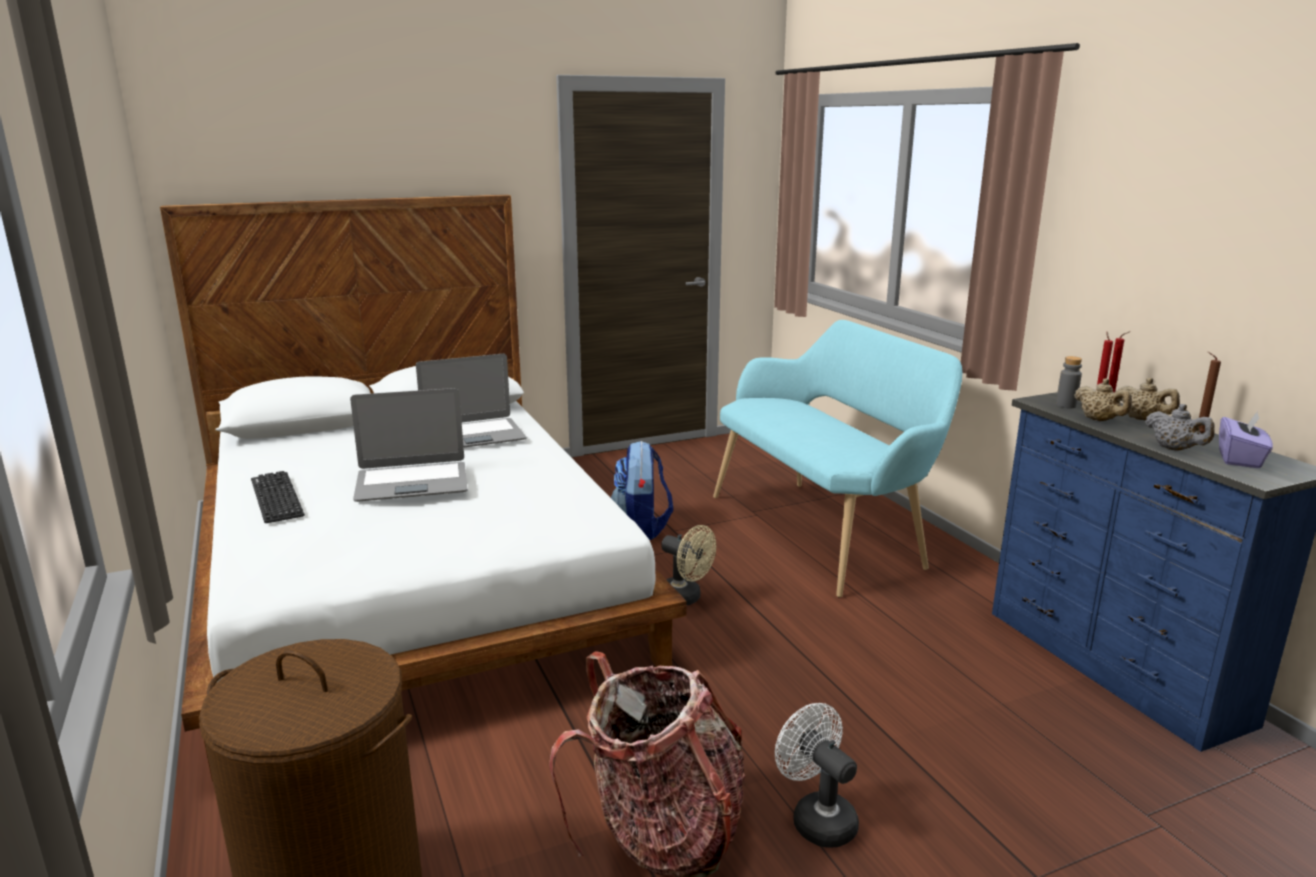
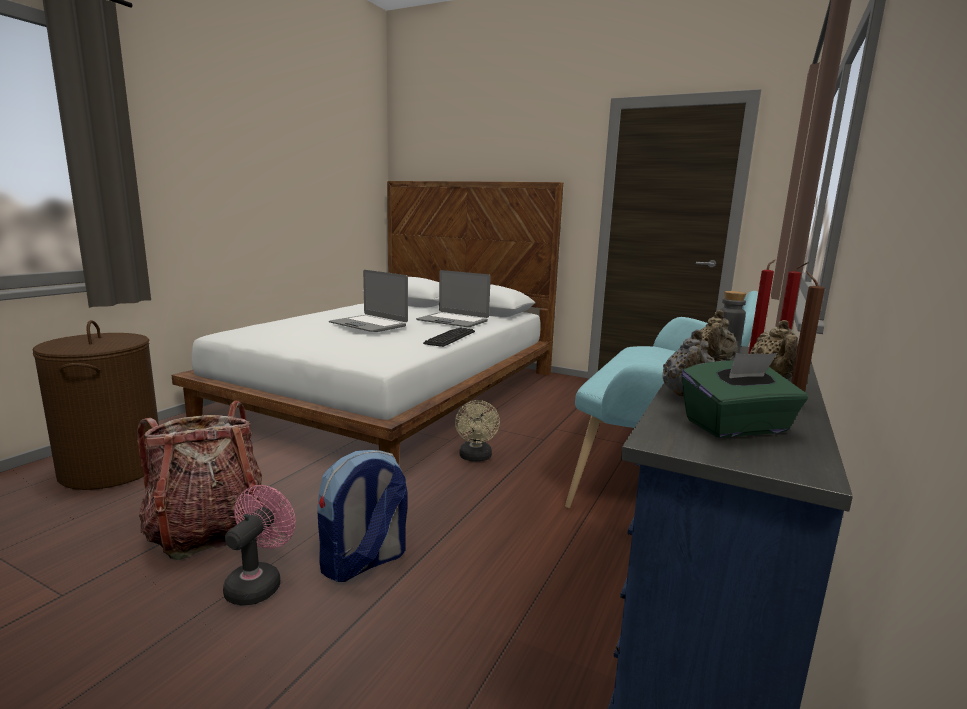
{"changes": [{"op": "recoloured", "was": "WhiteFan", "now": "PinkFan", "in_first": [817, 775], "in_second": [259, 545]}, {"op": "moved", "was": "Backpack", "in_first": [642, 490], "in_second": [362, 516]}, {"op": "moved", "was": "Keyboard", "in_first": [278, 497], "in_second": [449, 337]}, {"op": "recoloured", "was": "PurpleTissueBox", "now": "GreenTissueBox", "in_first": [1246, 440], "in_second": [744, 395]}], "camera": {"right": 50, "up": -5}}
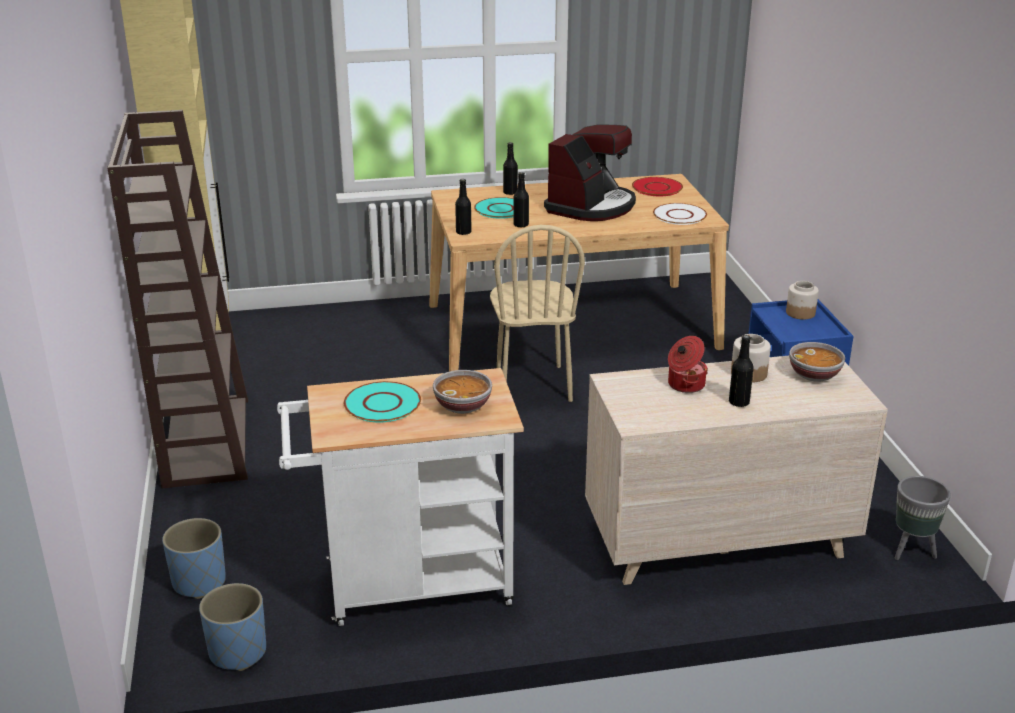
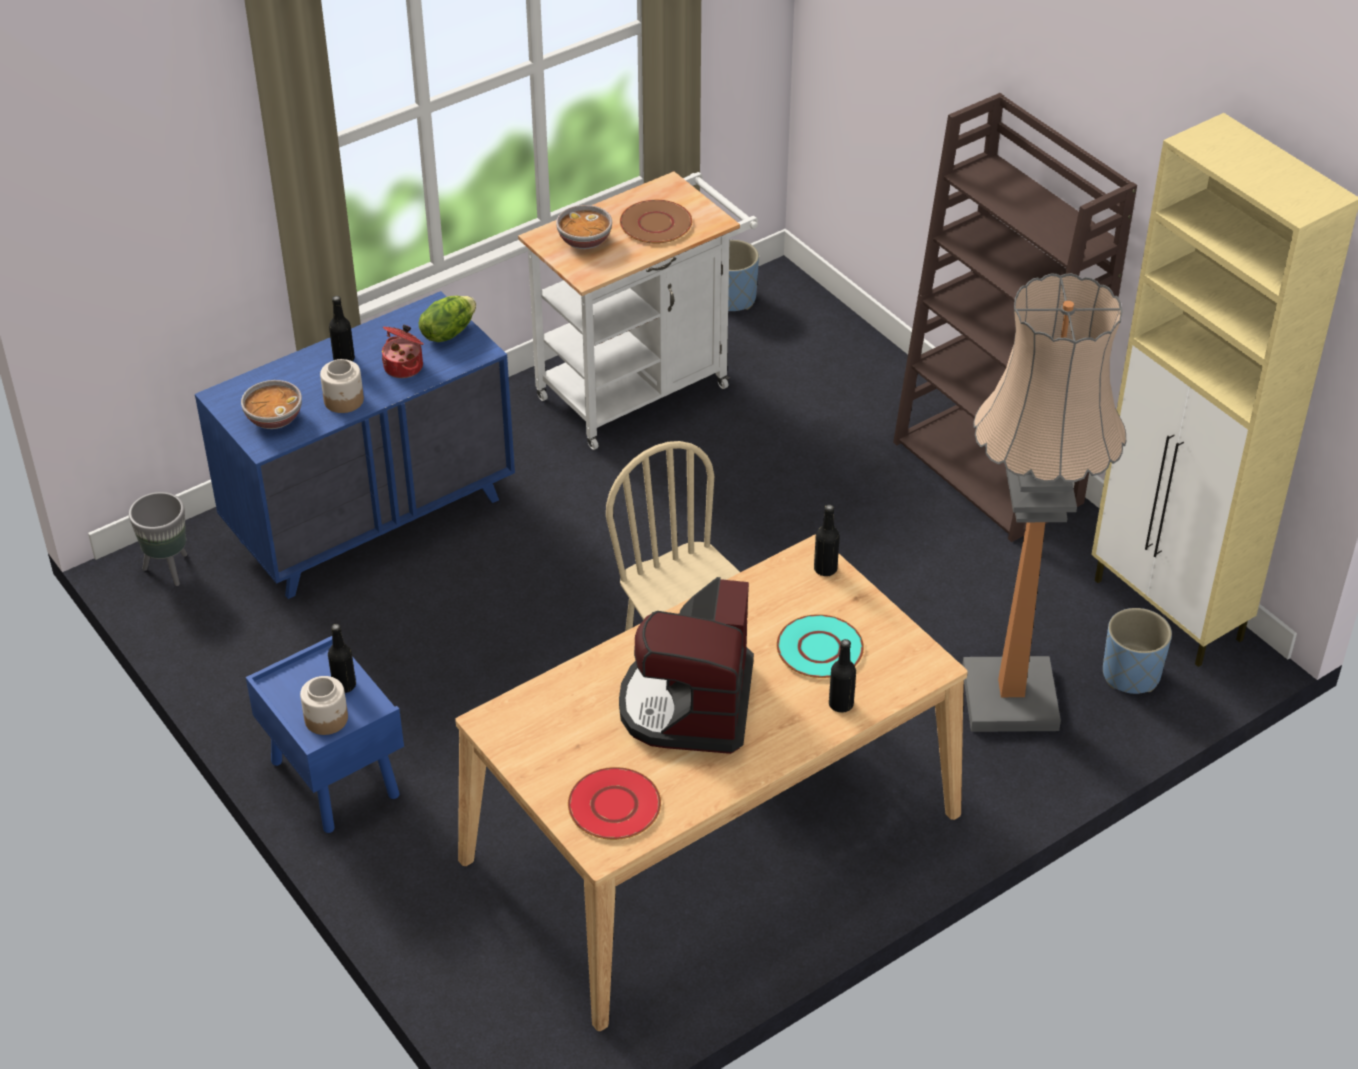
{"changes": [{"op": "recoloured", "was": "BeigeDresser", "now": "BlueDresser", "in_first": [736, 470], "in_second": [355, 445]}, {"op": "moved", "was": "BlackBottle", "in_first": [521, 199], "in_second": [342, 658]}, {"op": "added", "now": "Lettuce", "in_second": [447, 319]}, {"op": "recoloured", "was": "TurquoisePlate", "now": "BrownPlate", "in_first": [382, 401], "in_second": [656, 222]}, {"op": "added", "now": "FloorLamp", "in_second": [1044, 502]}, {"op": "moved", "was": "BluePlanter", "in_first": [194, 558], "in_second": [1137, 651]}, {"op": "removed", "was": "WhitePlate", "in_first": [680, 214]}], "camera": {"right": 155, "up": 15}}
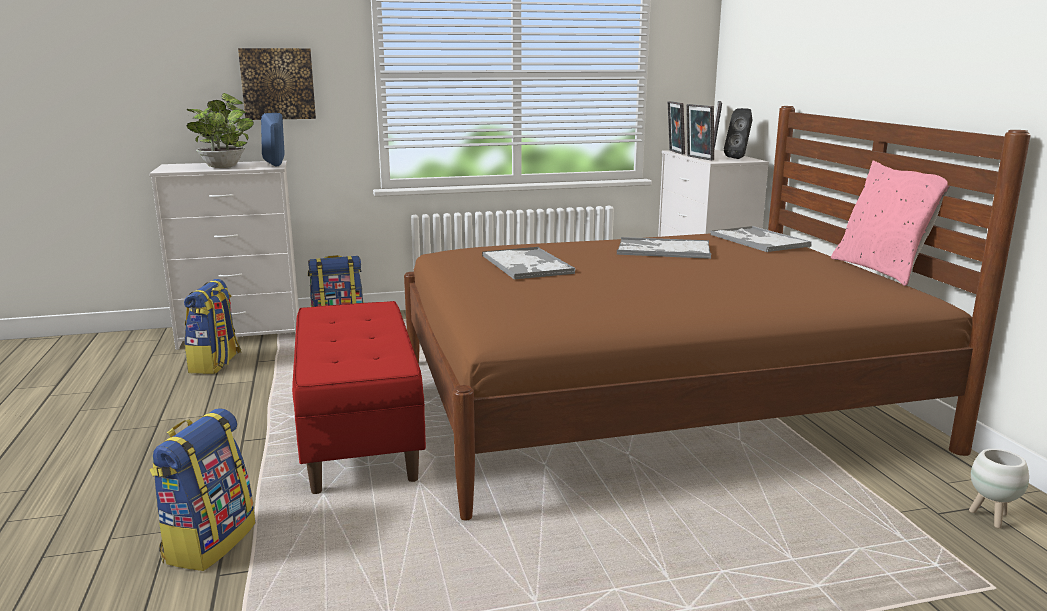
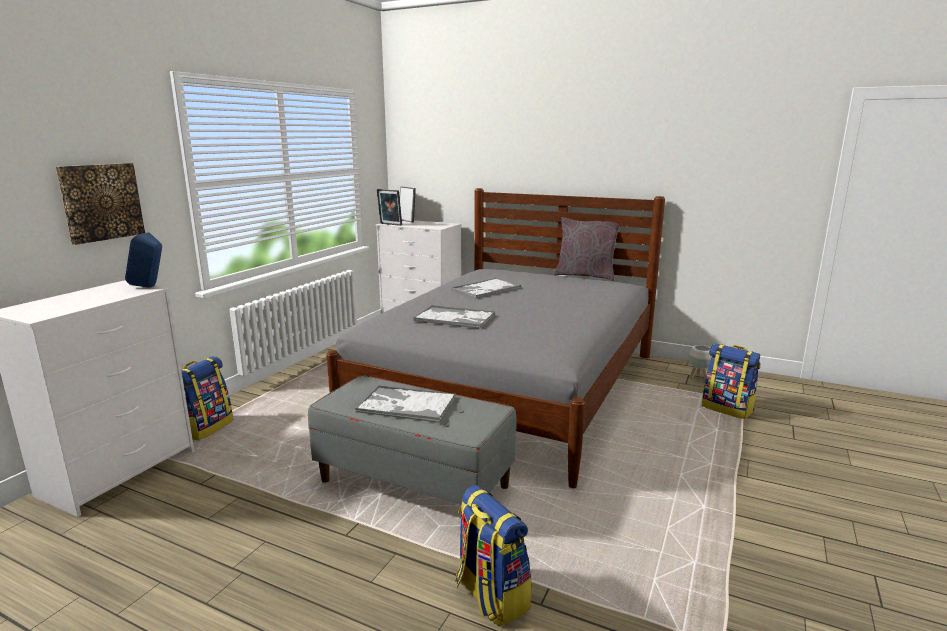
{"changes": [{"op": "recoloured", "was": "RedBench", "now": "GreyBench", "in_first": [359, 397], "in_second": [412, 439]}, {"op": "recoloured", "was": "BrownBed", "now": "GreyBed", "in_first": [717, 313], "in_second": [495, 338]}, {"op": "moved", "was": "Tray", "in_first": [761, 239], "in_second": [405, 404]}, {"op": "recoloured", "was": "PinkPillow", "now": "GreyPillow", "in_first": [891, 223], "in_second": [587, 249]}, {"op": "moved", "was": "Backpack", "in_first": [213, 326], "in_second": [731, 381]}, {"op": "removed", "was": "PottedPlant", "in_first": [220, 130]}, {"op": "removed", "was": "PictureFrame", "in_first": [700, 132]}, {"op": "removed", "was": "BlackSpeaker", "in_first": [738, 133]}], "camera": {"right": -50, "up": 0}}
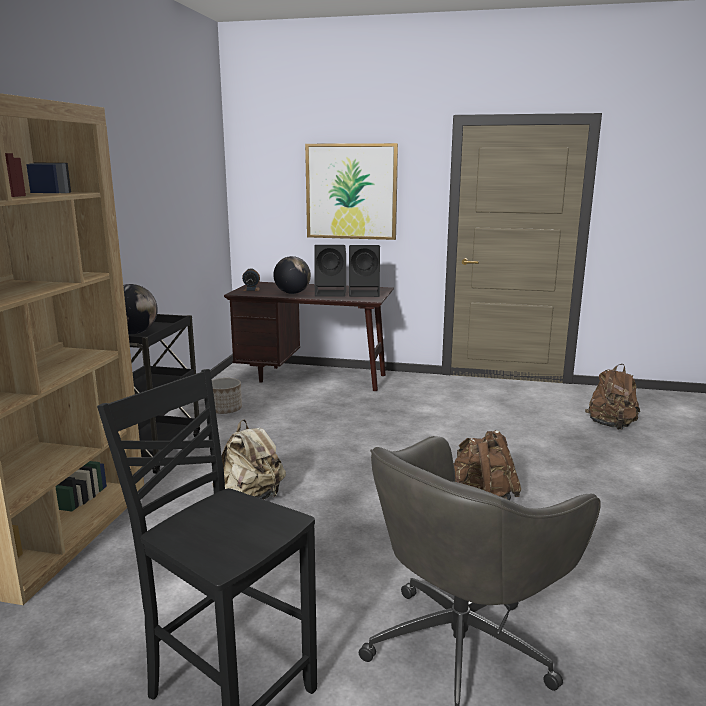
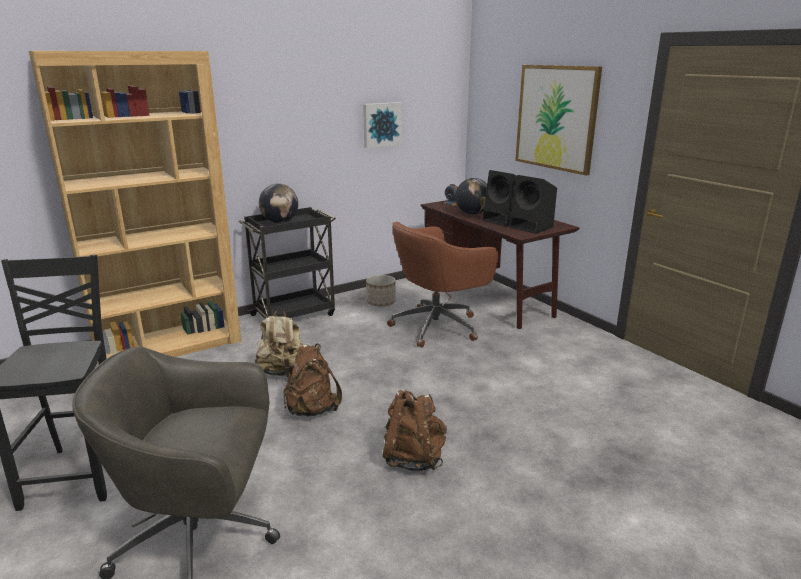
{"changes": [{"op": "moved", "was": "BrownBackpack", "in_first": [612, 397], "in_second": [313, 380]}, {"op": "added", "now": "Picture", "in_second": [382, 125]}, {"op": "added", "now": "BrownOfficeChair", "in_second": [442, 284]}], "camera": {"right": 45, "up": 5}}
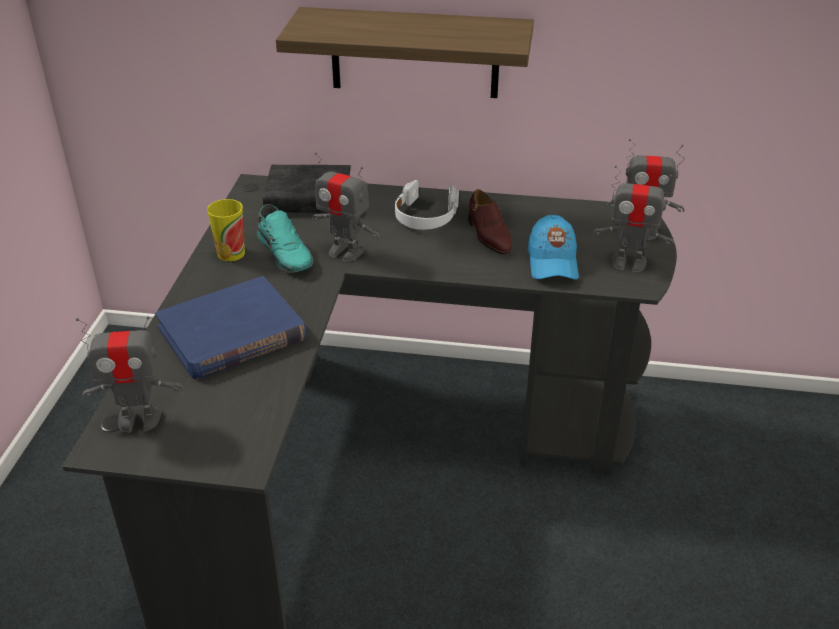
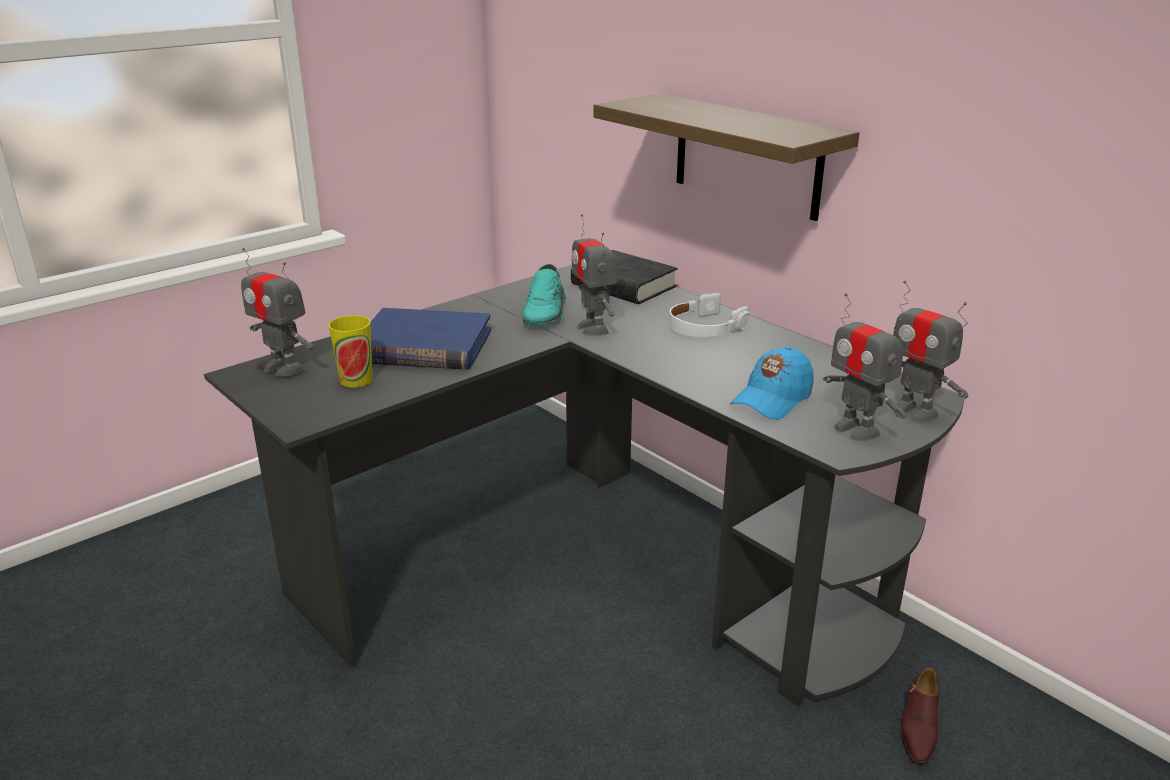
{"changes": [{"op": "moved", "was": "Cup", "in_first": [226, 230], "in_second": [350, 351]}, {"op": "moved", "was": "BrownShoe", "in_first": [490, 221], "in_second": [919, 716]}], "camera": {"right": 40, "up": -10}}
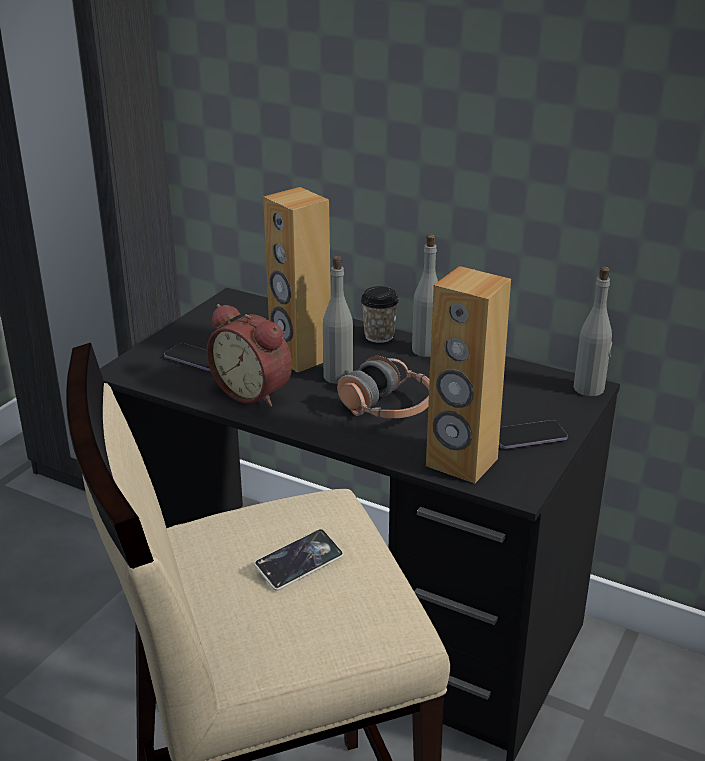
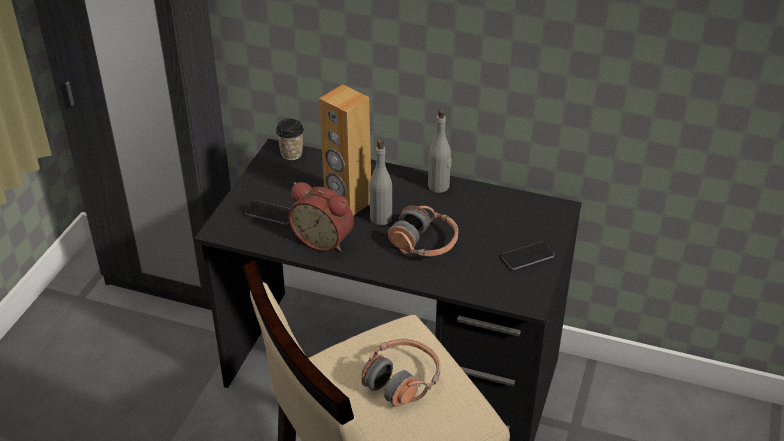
{"changes": [{"op": "moved", "was": "Cup", "in_first": [380, 314], "in_second": [290, 139]}, {"op": "replaced", "was": "Phone", "now": "Headphones", "in_first": [299, 560], "in_second": [401, 373]}, {"op": "removed", "was": "BrownSpeaker", "in_first": [468, 374]}, {"op": "removed", "was": "GreyBottle", "in_first": [592, 331]}], "camera": {"right": -10, "up": 10}}
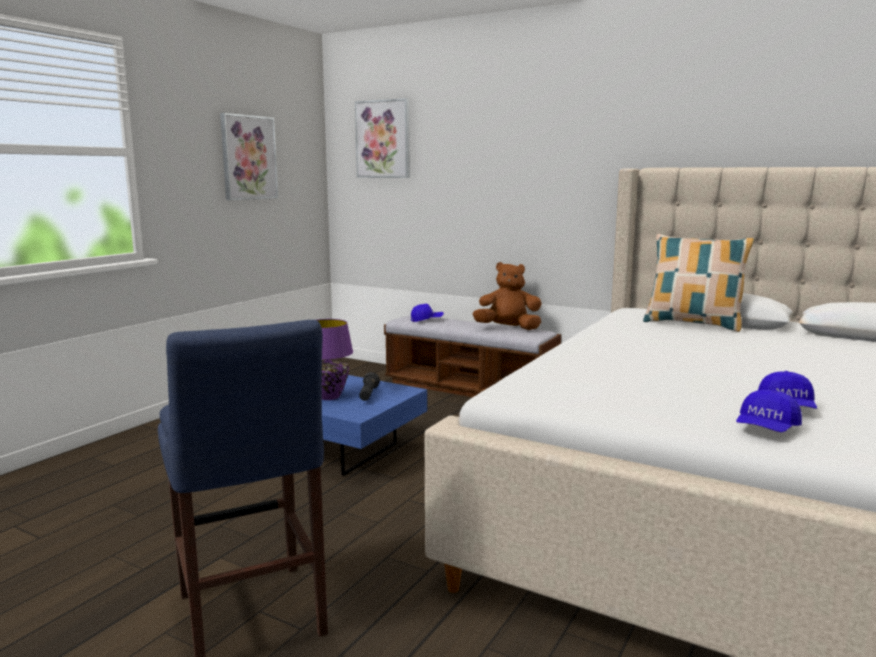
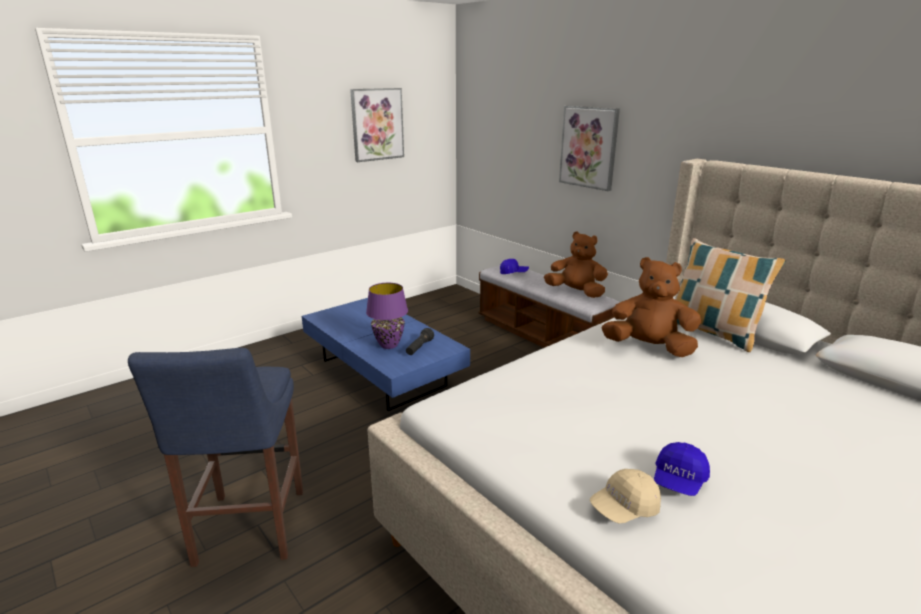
{"changes": [{"op": "moved", "was": "Picture", "in_first": [382, 138], "in_second": [589, 148]}, {"op": "recoloured", "was": "BlueCap", "now": "BeigeCap", "in_first": [769, 411], "in_second": [625, 496]}, {"op": "added", "now": "BrownPlushToy", "in_second": [651, 307]}], "camera": {"right": 20, "up": 10}}
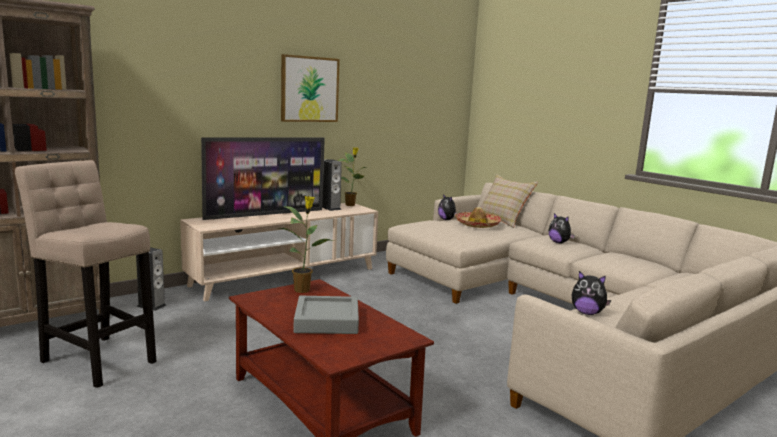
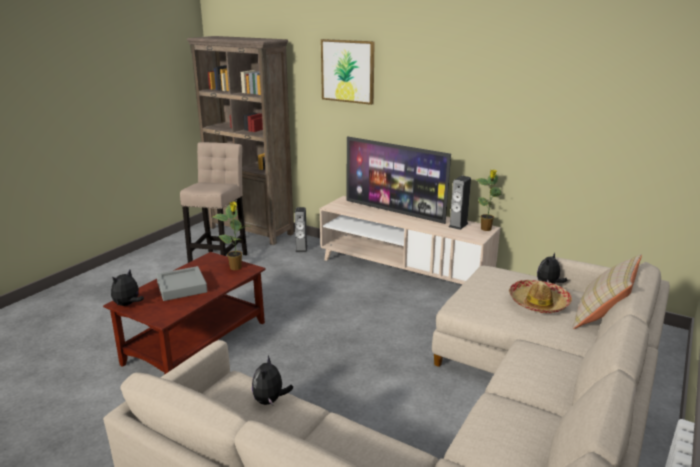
{"changes": [{"op": "moved", "was": "PlushToy", "in_first": [561, 228], "in_second": [127, 288]}, {"op": "moved", "was": "Picture", "in_first": [310, 88], "in_second": [348, 72]}], "camera": {"right": 70, "up": 10}}
